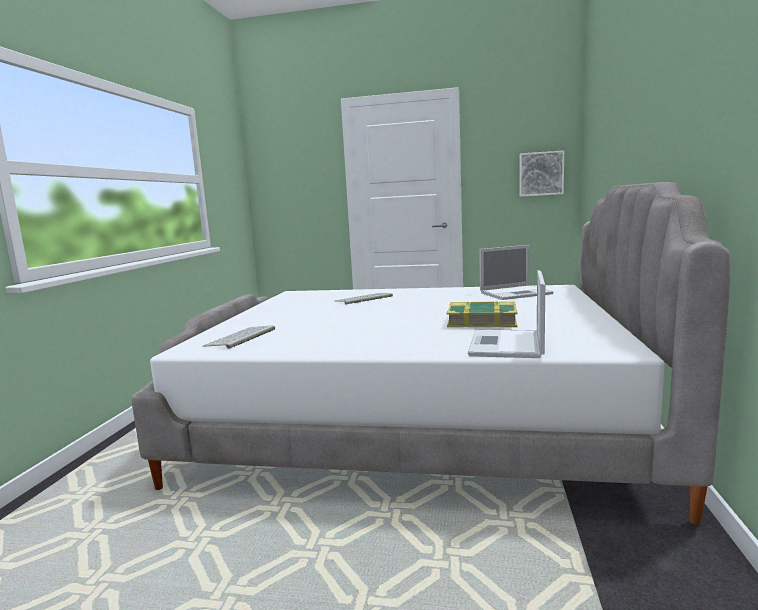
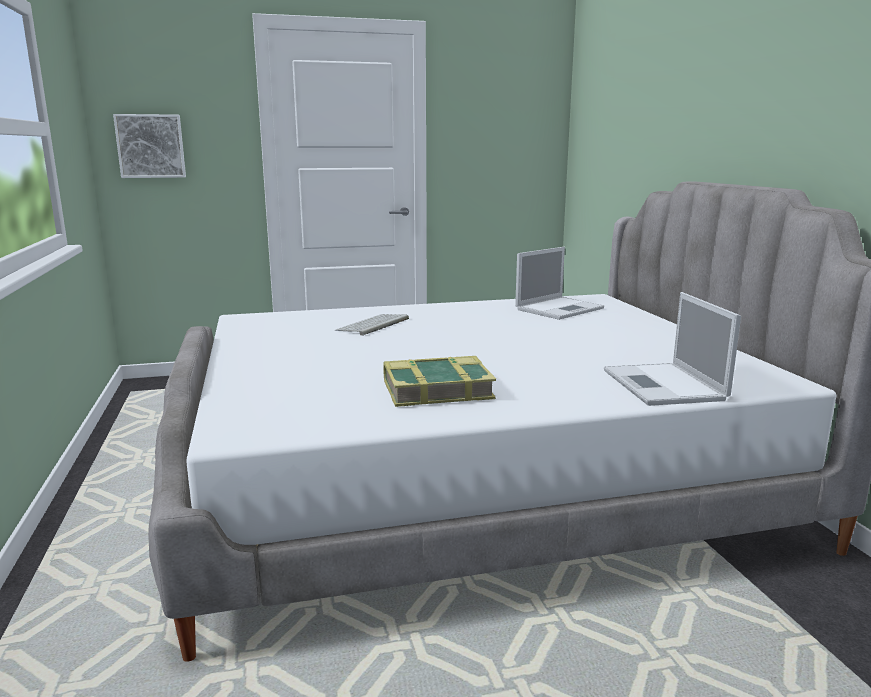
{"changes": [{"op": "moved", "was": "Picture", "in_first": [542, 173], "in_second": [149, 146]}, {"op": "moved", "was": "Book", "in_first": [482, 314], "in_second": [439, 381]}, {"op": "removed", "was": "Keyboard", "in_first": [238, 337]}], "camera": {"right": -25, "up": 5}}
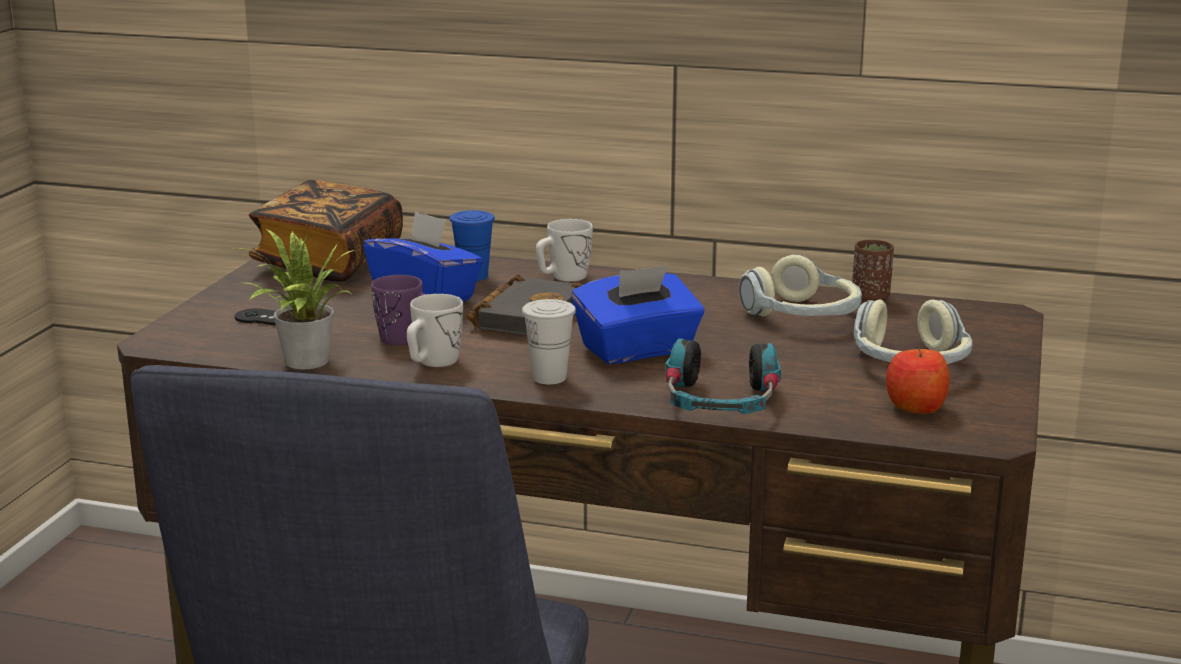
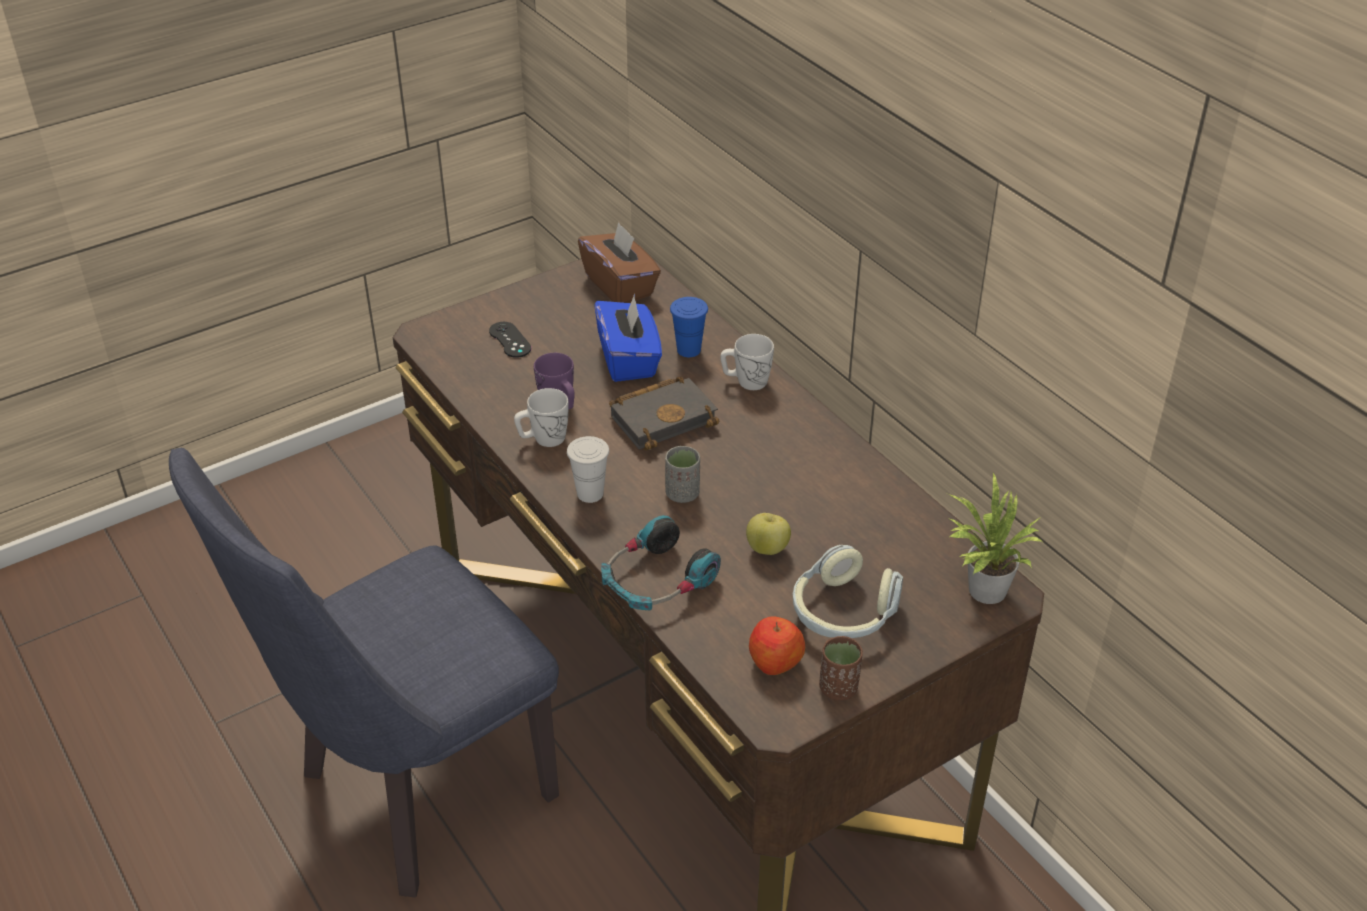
{"changes": [{"op": "replaced", "was": "Book", "now": "BrownTissueBox", "in_first": [326, 231], "in_second": [619, 262]}, {"op": "replaced", "was": "BlueTissueBox", "now": "GreyCup", "in_first": [637, 314], "in_second": [682, 474]}, {"op": "added", "now": "Apple", "in_second": [768, 534]}, {"op": "moved", "was": "BrownCup", "in_first": [873, 270], "in_second": [841, 668]}, {"op": "moved", "was": "PottedPlant", "in_first": [293, 299], "in_second": [995, 538]}, {"op": "removed", "was": "Headphones", "in_first": [800, 285]}], "camera": {"right": 40, "up": 20}}
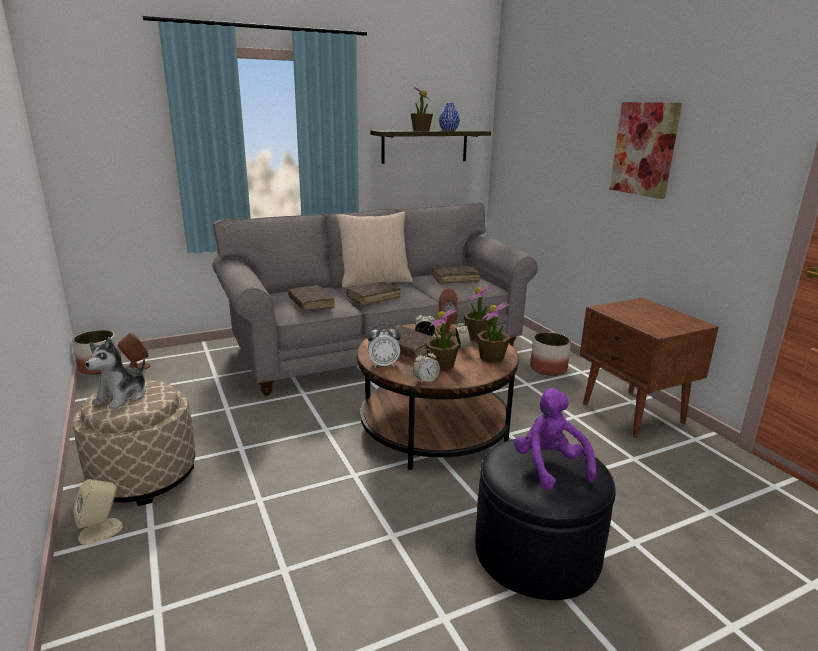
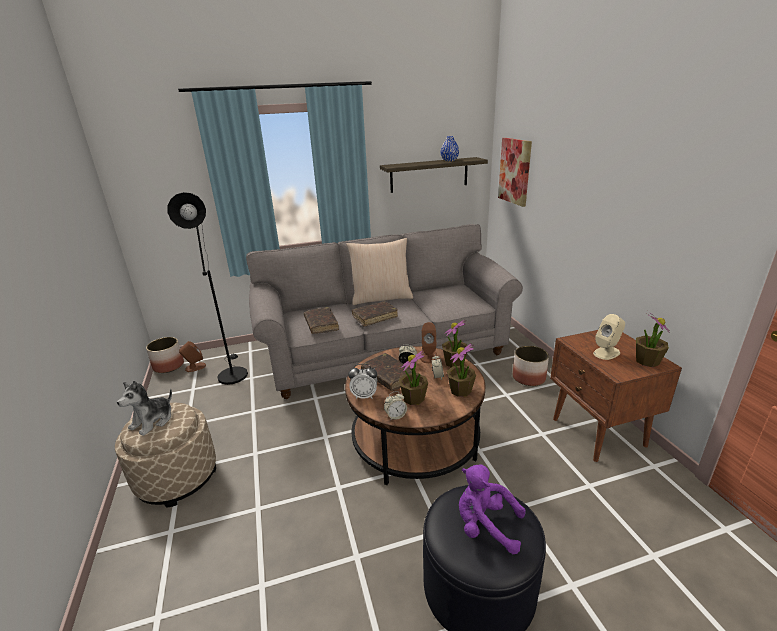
{"changes": [{"op": "added", "now": "BlackFloorLamp", "in_second": [207, 288]}, {"op": "turned", "was": "PurplePlushToy", "in_first": [555, 439], "in_second": [492, 509], "clockwise": -60}, {"op": "moved", "was": "Picture", "in_first": [646, 150], "in_second": [515, 172]}, {"op": "moved", "was": "BeigeSpeaker", "in_first": [98, 512], "in_second": [609, 337]}, {"op": "moved", "was": "PottedPlant", "in_first": [421, 109], "in_second": [653, 339]}, {"op": "removed", "was": "BrownBook", "in_first": [456, 275]}], "camera": {"right": 10, "up": 5}}
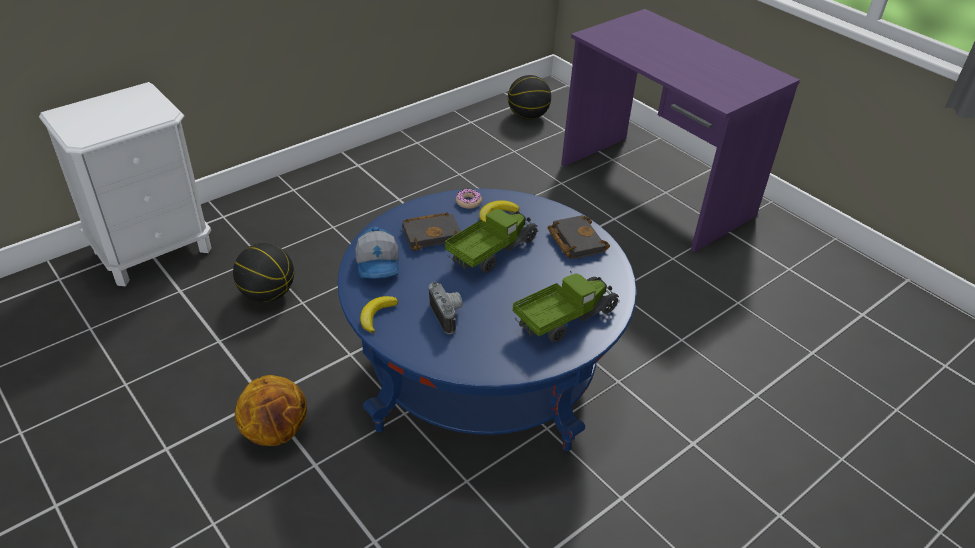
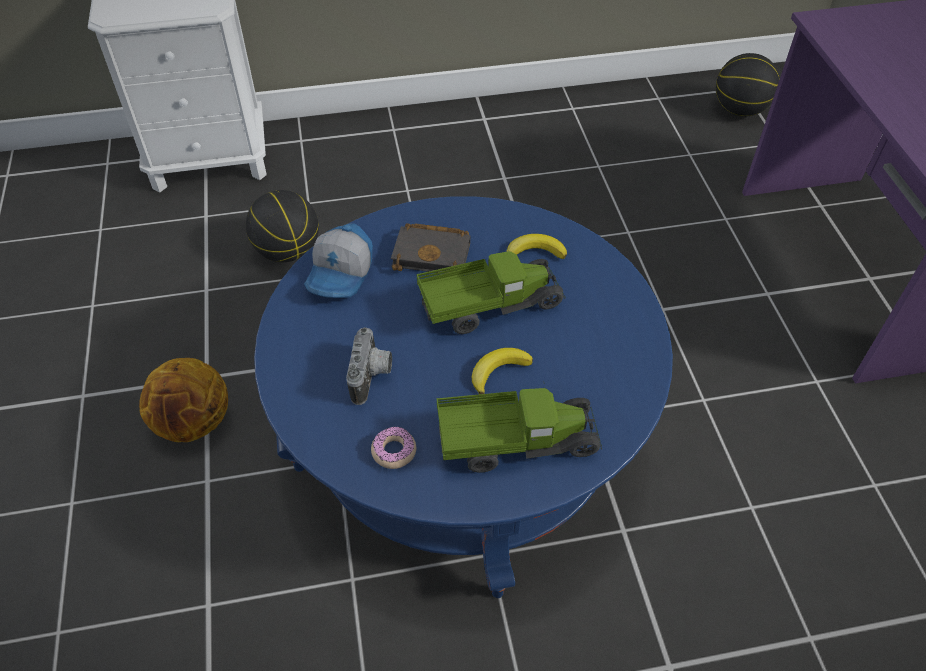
{"changes": [{"op": "moved", "was": "Donut", "in_first": [469, 199], "in_second": [393, 448]}, {"op": "moved", "was": "Banana", "in_first": [379, 315], "in_second": [502, 371]}, {"op": "removed", "was": "BlackBook", "in_first": [578, 237]}], "camera": {"right": 30, "up": 10}}
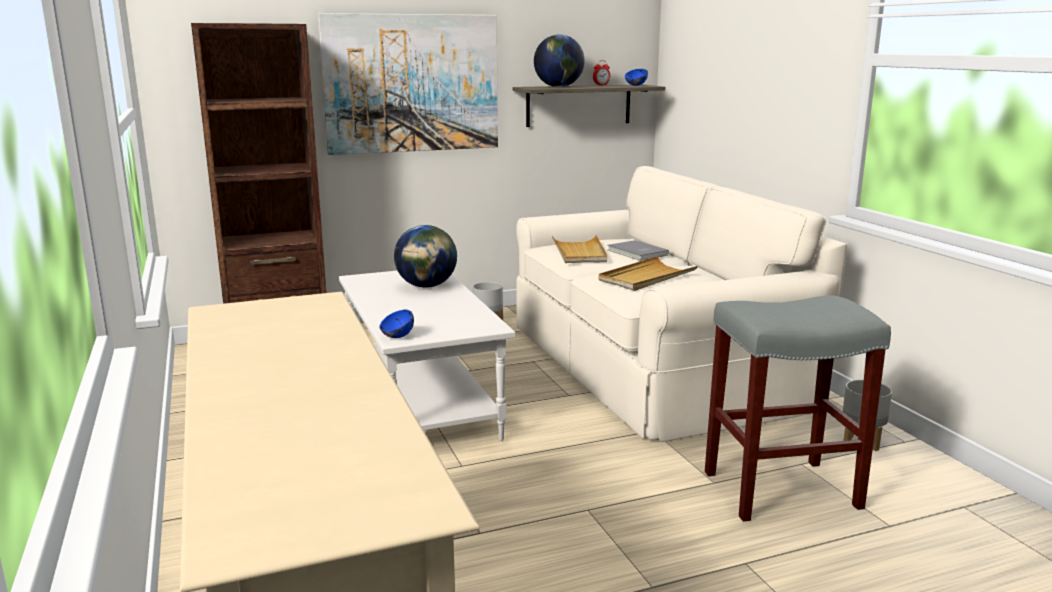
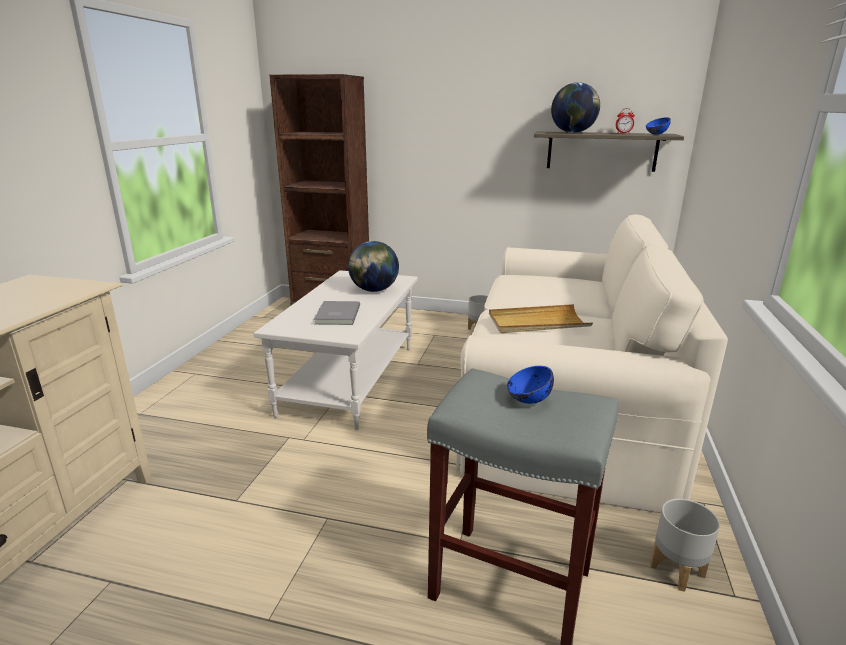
{"changes": [{"op": "moved", "was": "GreyBook", "in_first": [638, 250], "in_second": [337, 313]}, {"op": "moved", "was": "BlueBowl", "in_first": [396, 324], "in_second": [530, 385]}, {"op": "removed", "was": "Picture", "in_first": [408, 84]}, {"op": "removed", "was": "BeigeTray", "in_first": [579, 249]}], "camera": {"right": 35, "up": 5}}
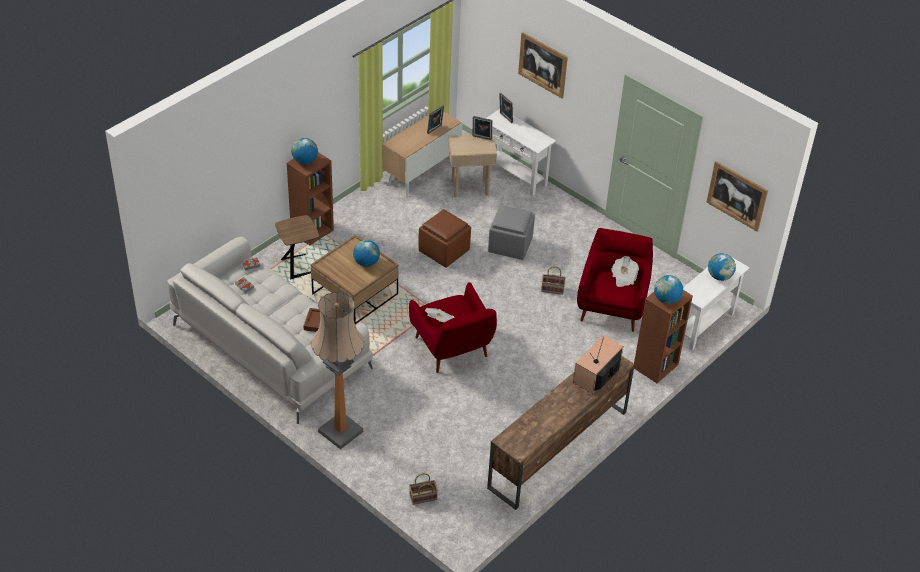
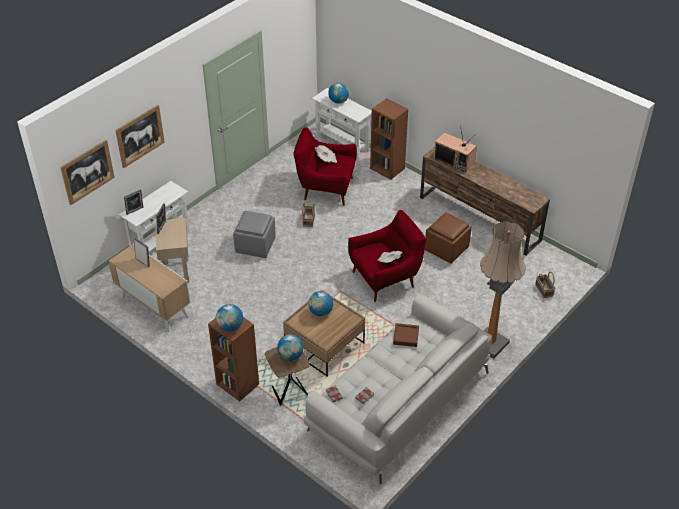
{"changes": [{"op": "moved", "was": "Picture", "in_first": [737, 196], "in_second": [87, 172]}, {"op": "moved", "was": "Globe", "in_first": [668, 289], "in_second": [290, 347]}, {"op": "moved", "was": "BrownOttoman", "in_first": [445, 238], "in_second": [448, 238]}], "camera": {"right": -90, "up": 0}}
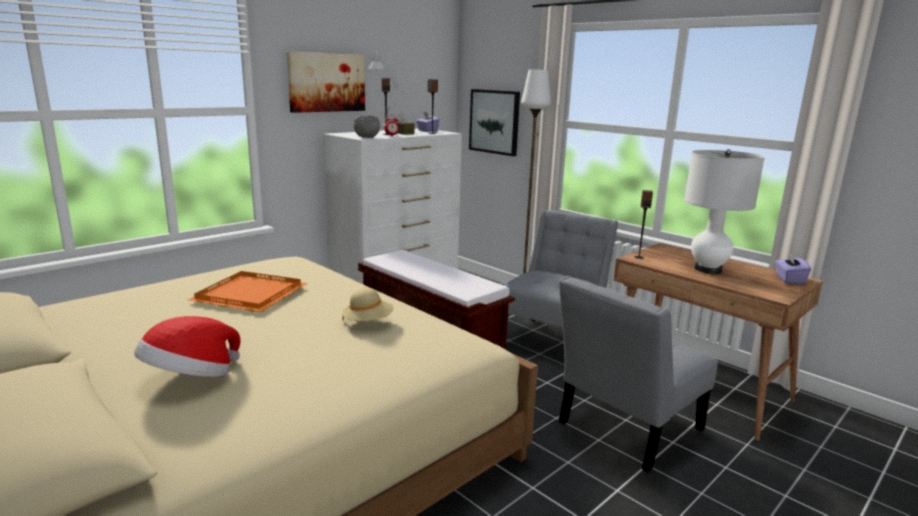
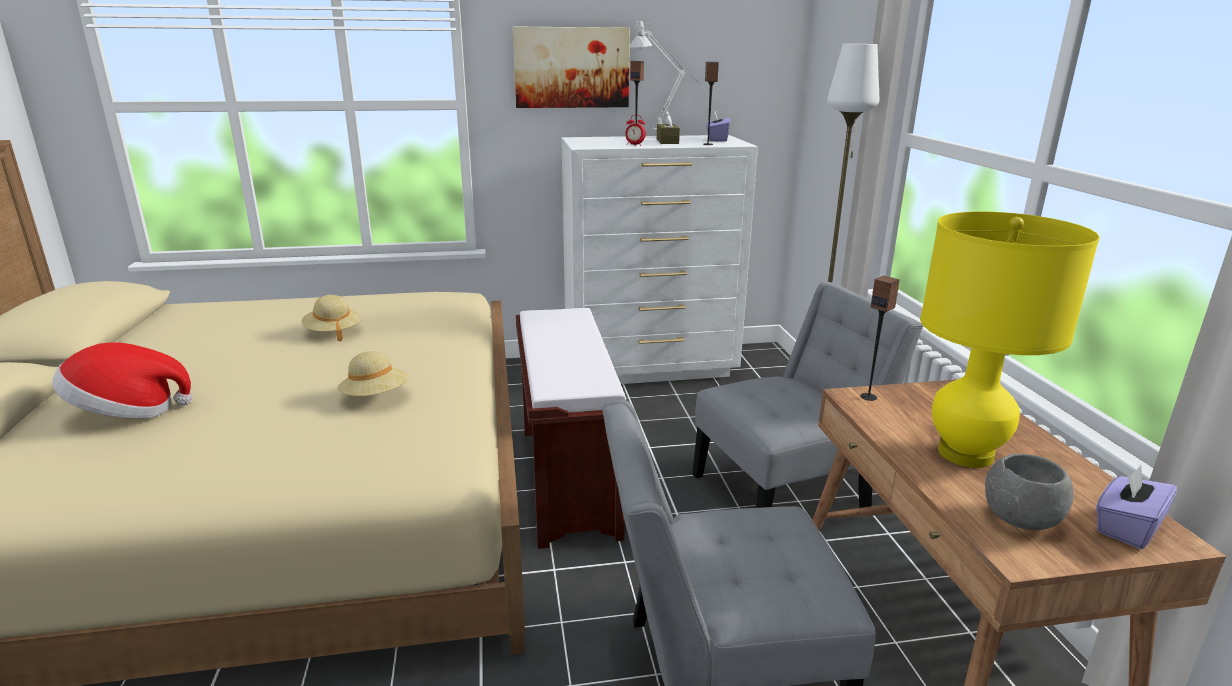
{"changes": [{"op": "replaced", "was": "OrangeTray", "now": "BeigeHat", "in_first": [247, 291], "in_second": [331, 318]}, {"op": "recoloured", "was": "WhiteTableLamp", "now": "YellowTableLamp", "in_first": [724, 211], "in_second": [1010, 340]}, {"op": "moved", "was": "GreyBowl", "in_first": [367, 127], "in_second": [1029, 492]}, {"op": "removed", "was": "Picture", "in_first": [494, 122]}], "camera": {"right": 35, "up": 5}}
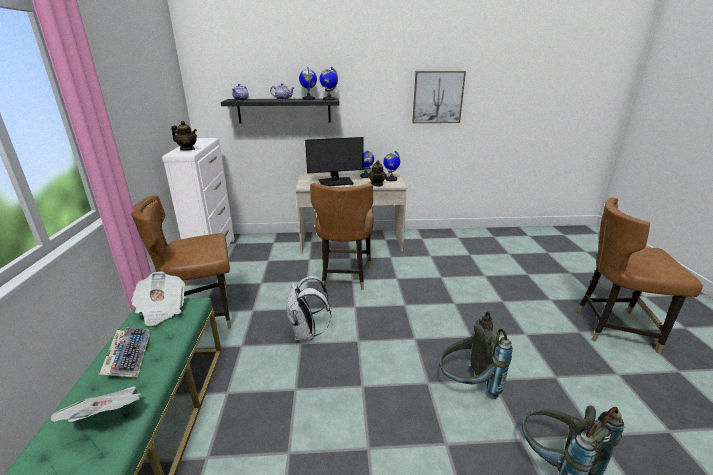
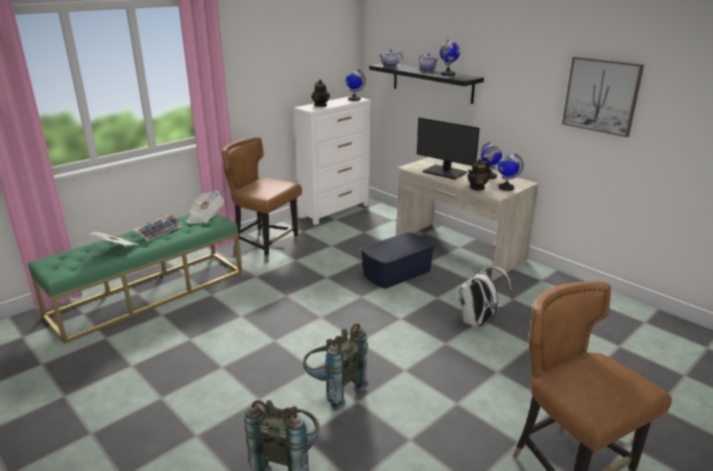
{"changes": [{"op": "moved", "was": "Globe", "in_first": [328, 84], "in_second": [356, 85]}, {"op": "replaced", "was": "BrownChair", "now": "BlueStorageBox", "in_first": [342, 236], "in_second": [398, 260]}, {"op": "moved", "was": "WhiteBackpack", "in_first": [308, 308], "in_second": [485, 297]}], "camera": {"right": 50, "up": 0}}
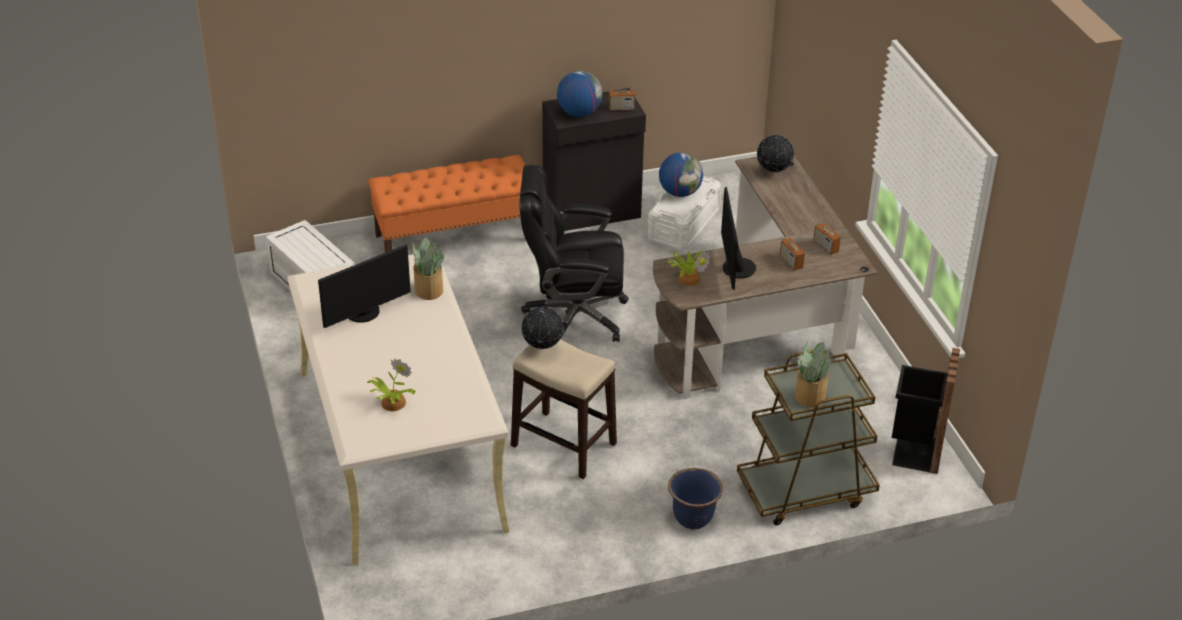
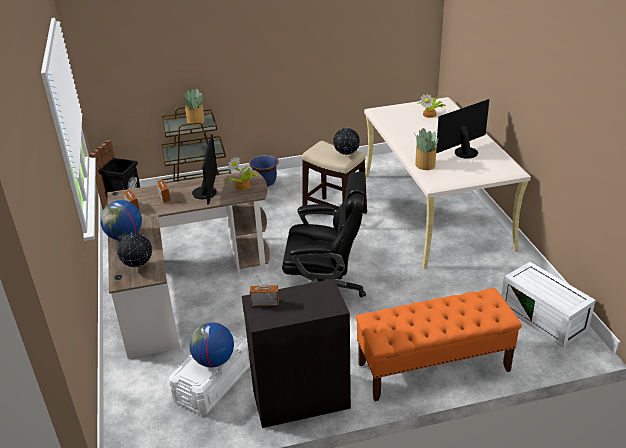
{"changes": [{"op": "moved", "was": "Globe", "in_first": [580, 94], "in_second": [121, 220]}], "camera": {"right": -175, "up": -5}}
